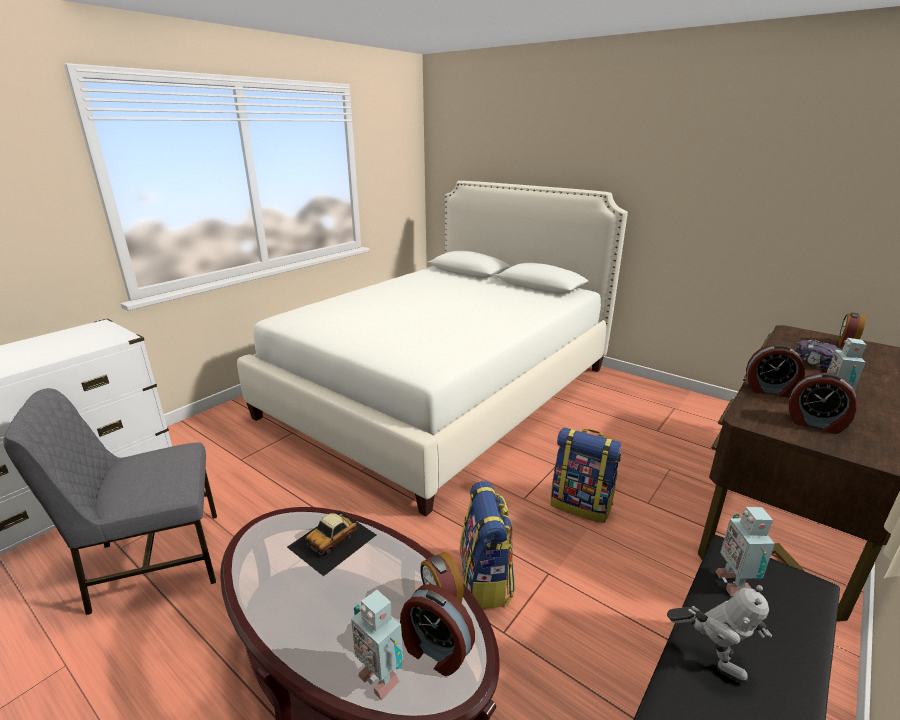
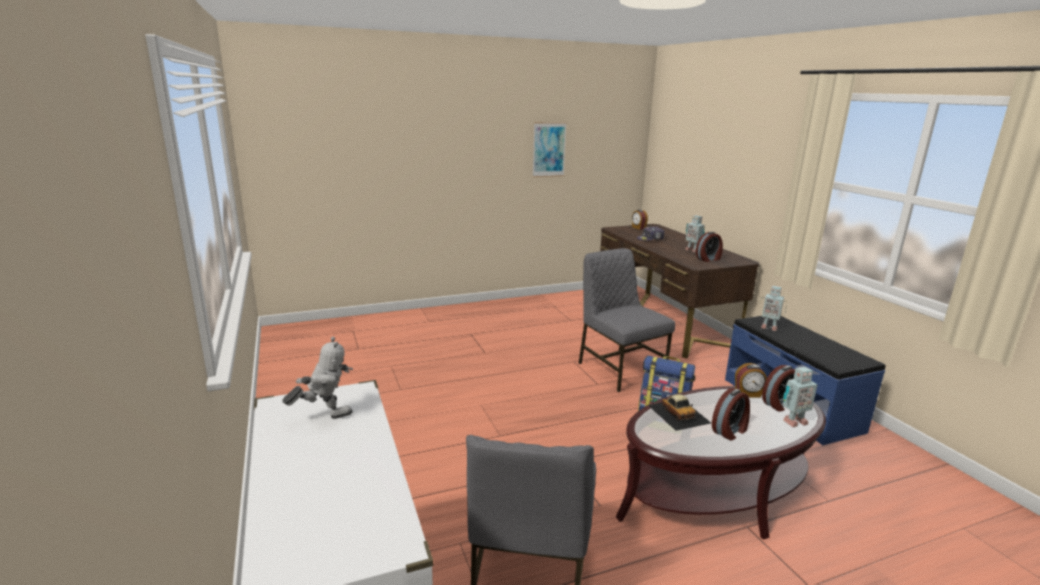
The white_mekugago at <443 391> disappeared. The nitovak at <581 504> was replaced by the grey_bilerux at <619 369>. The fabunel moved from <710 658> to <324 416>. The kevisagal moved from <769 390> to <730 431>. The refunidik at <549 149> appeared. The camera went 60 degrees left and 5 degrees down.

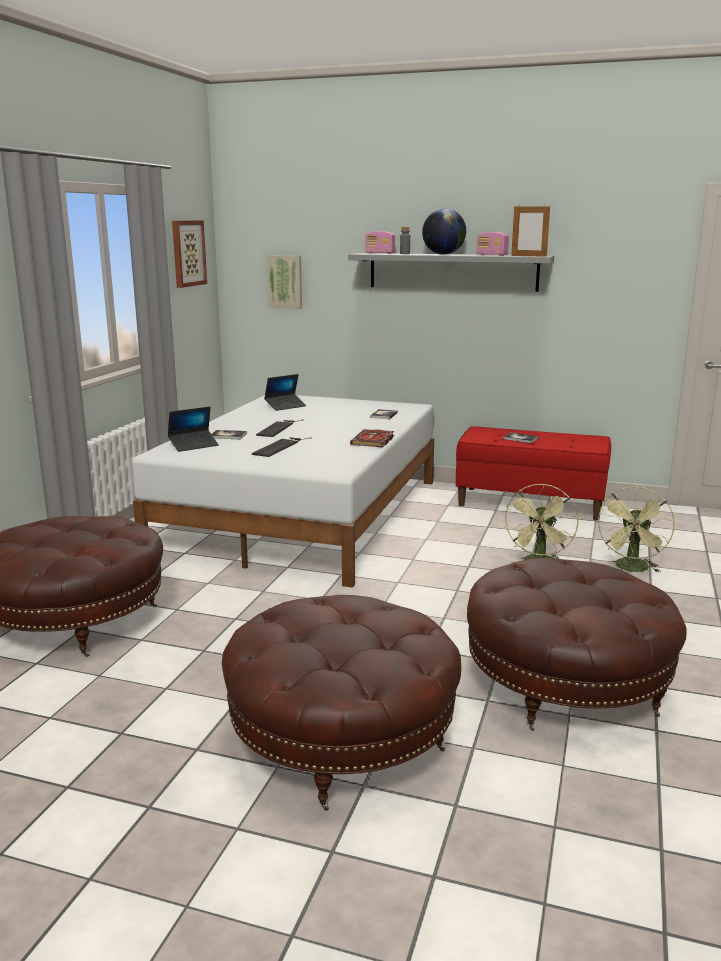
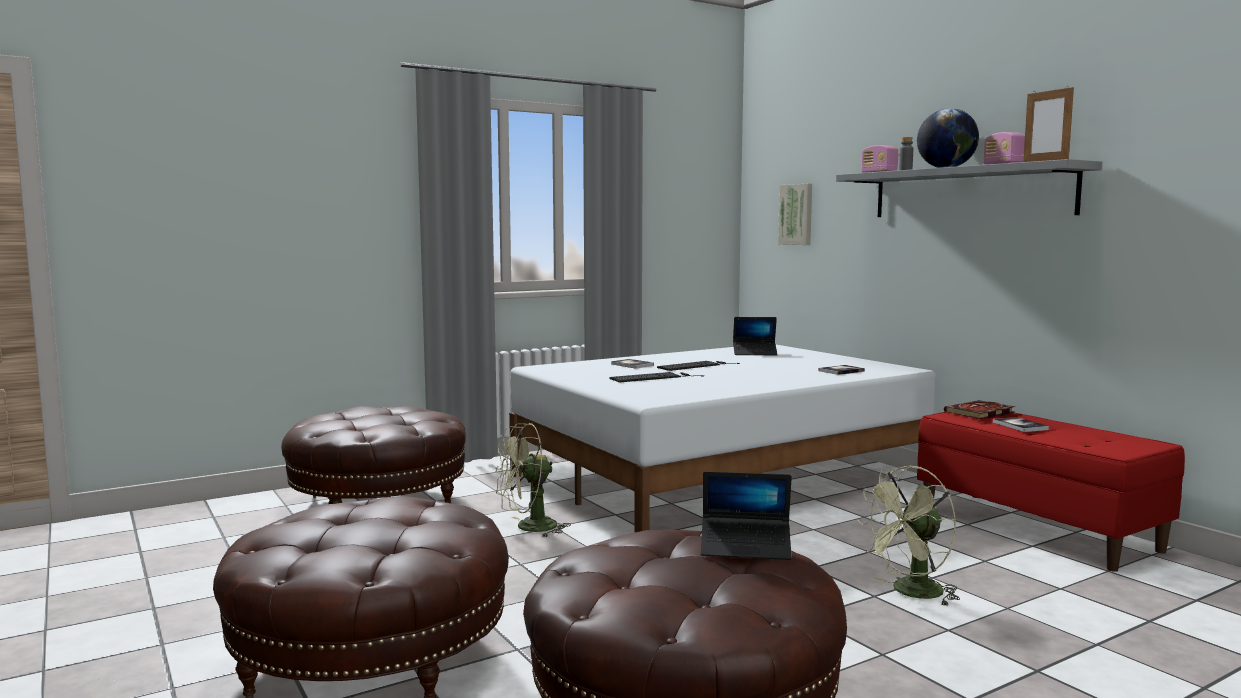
The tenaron moved from <193 445> to <745 547>. The refunidik at <188 253> disappeared. The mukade moved from <373 441> to <979 413>. The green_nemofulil moved from <632 569> to <528 528>. The camera went 40 degrees right and 10 degrees down.

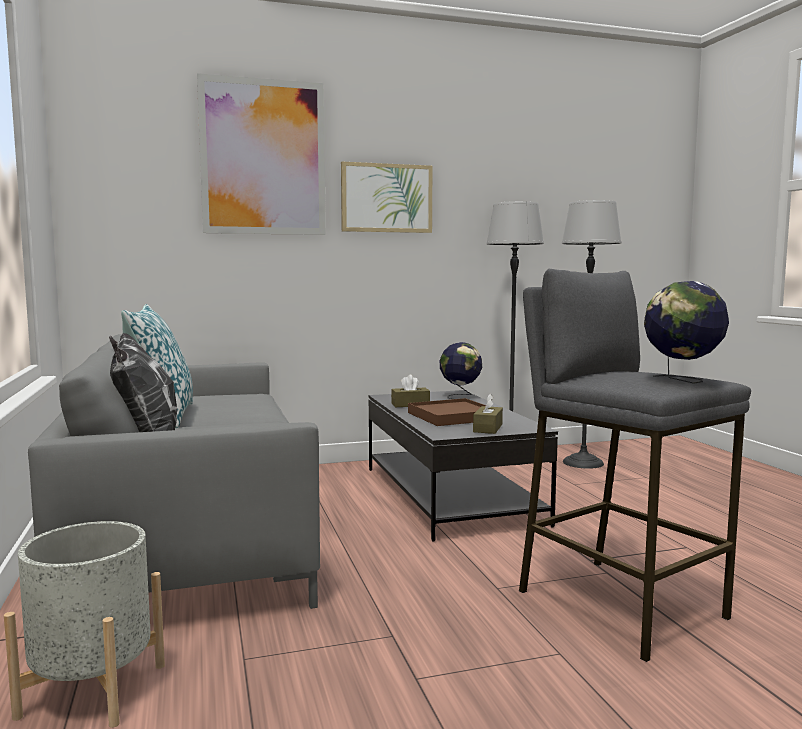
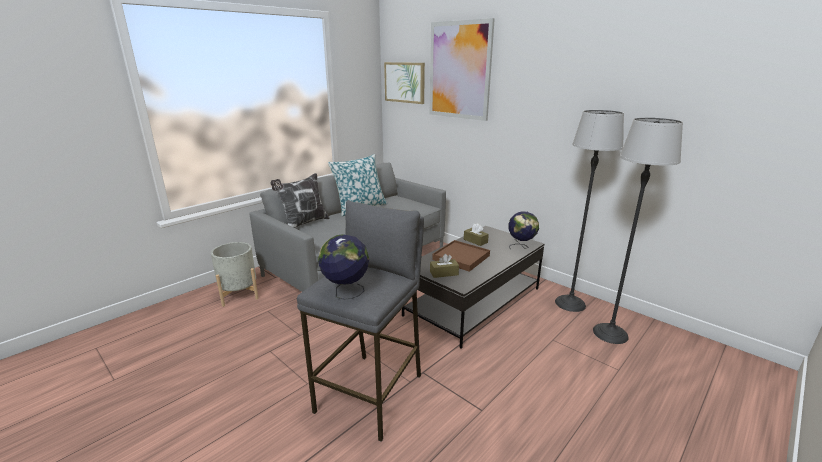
The refunidik moved from <386 198> to <404 82>. The camera went 60 degrees right and 15 degrees up.

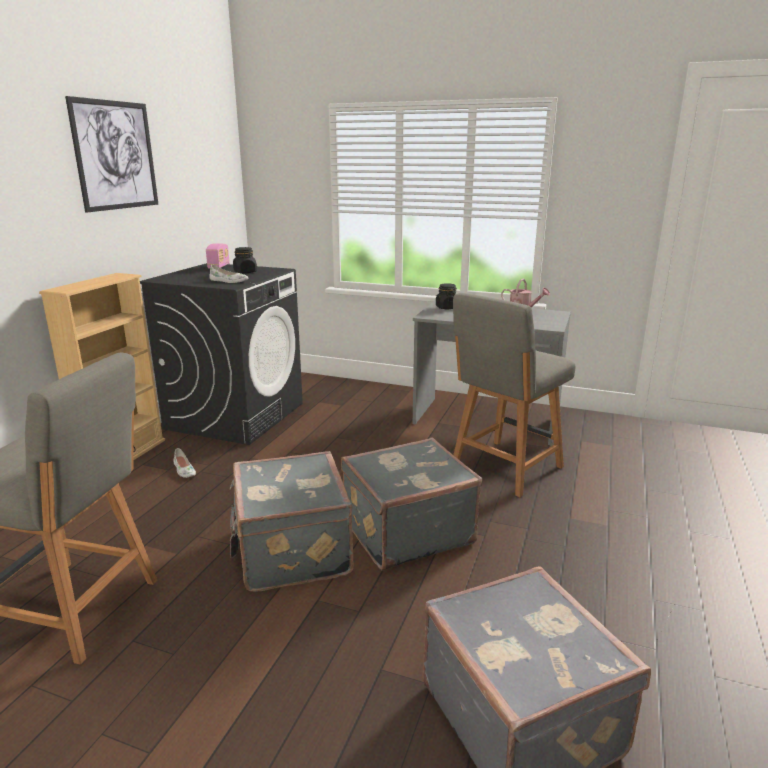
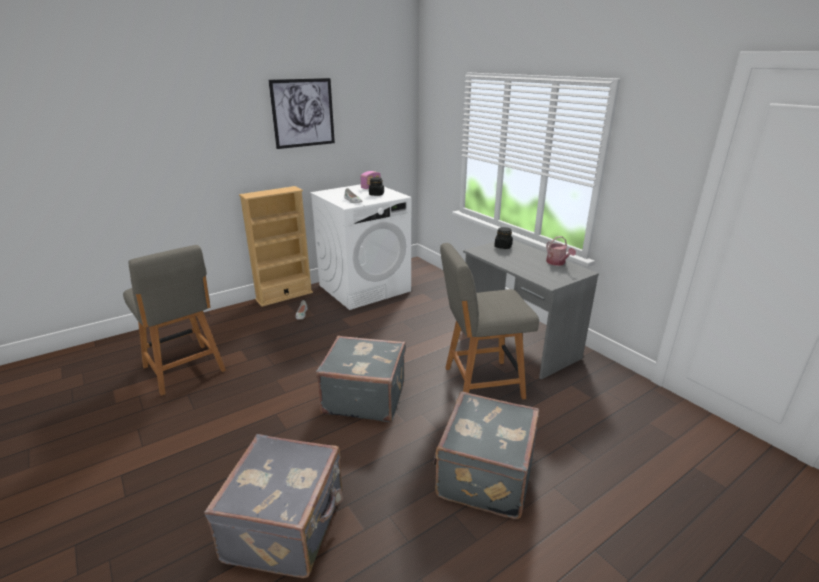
The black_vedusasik at <236 415> became the white_vedusasik at <365 288>. The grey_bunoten moved from <290 551> to <483 475>. The camera went 35 degrees right and 5 degrees up.

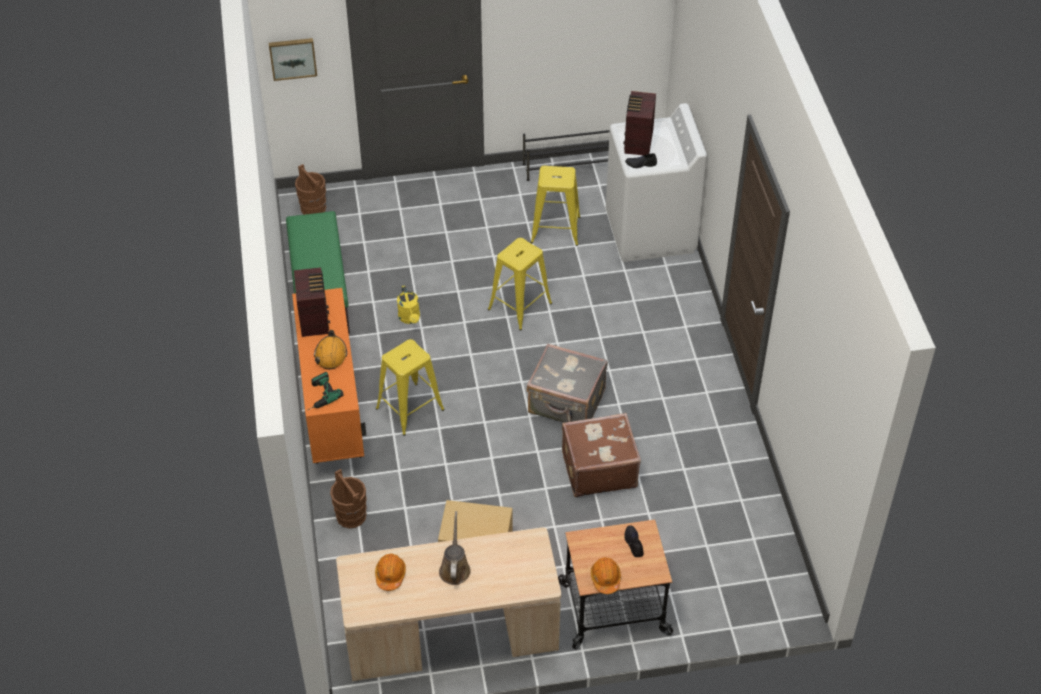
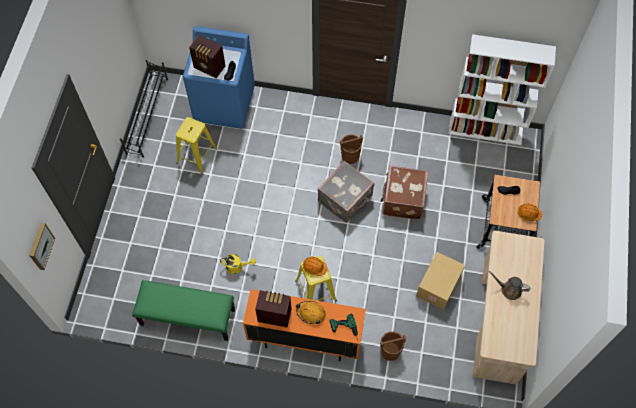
The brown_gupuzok moved from <313 208> to <350 156>. The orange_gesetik moved from <390 575> to <314 267>. The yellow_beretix at <520 306> disappeared. The white_vedusasik at <650 232> became the blue_vedusasik at <224 104>. The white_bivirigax at <486 130> appeared. The camera went 70 degrees left and 15 degrees up.

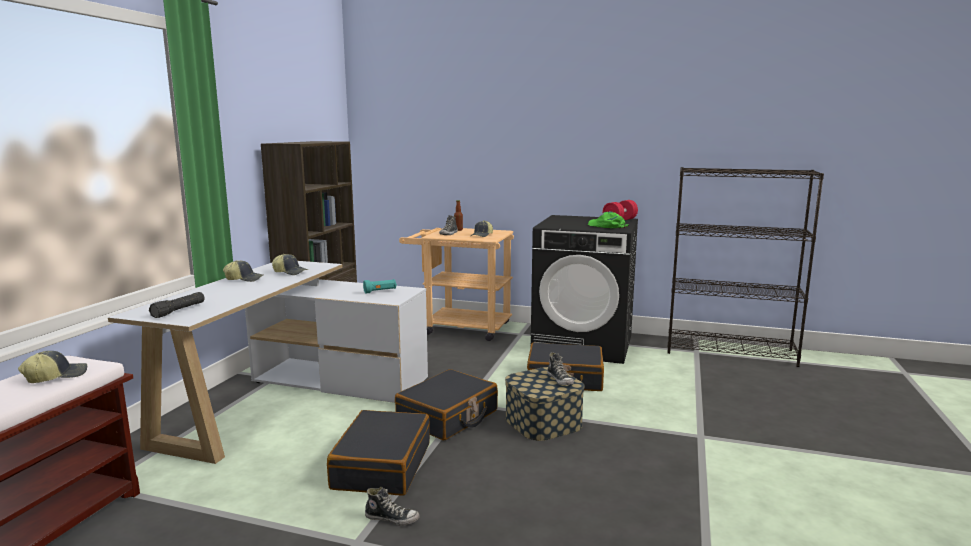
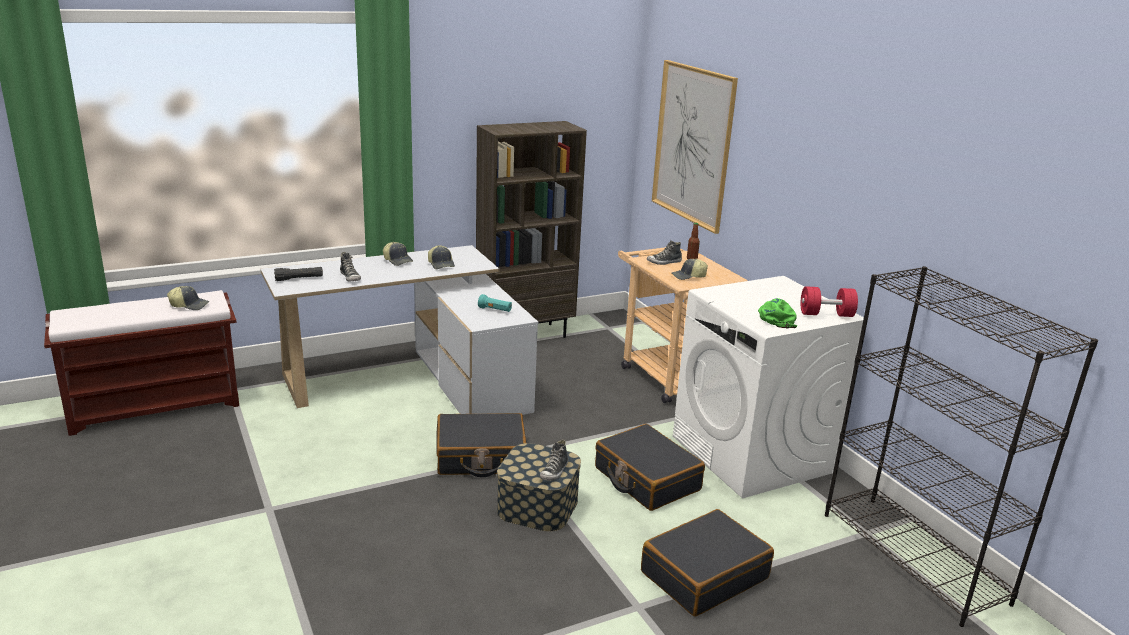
The black_bunoten moved from <381 465> to <704 575>. The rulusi moved from <392 518> to <350 277>. The black_vedusasik at <583 344> became the white_vedusasik at <751 454>. The refunidik at <692 144> appeared. The camera went 45 degrees right and 10 degrees up.

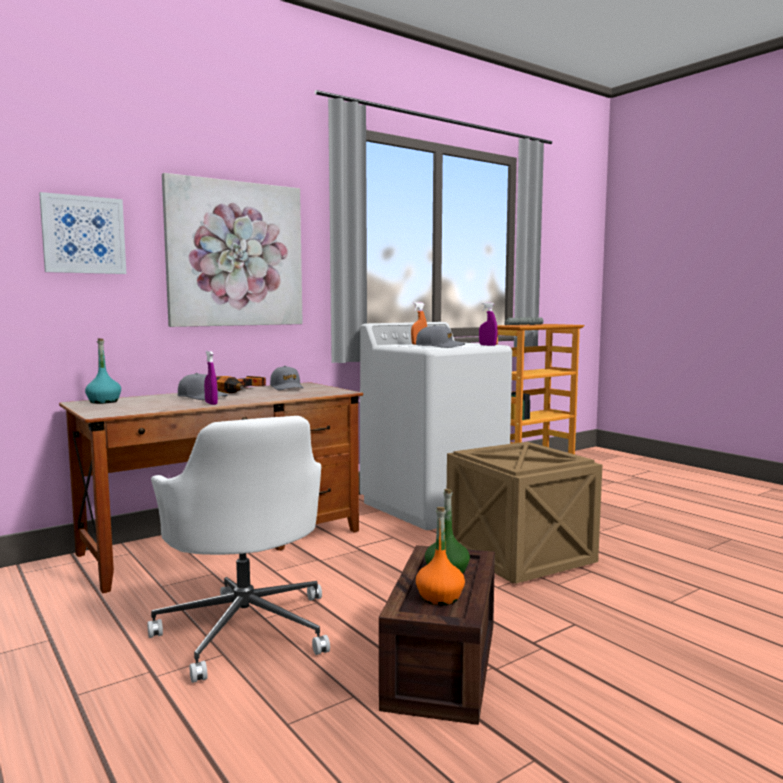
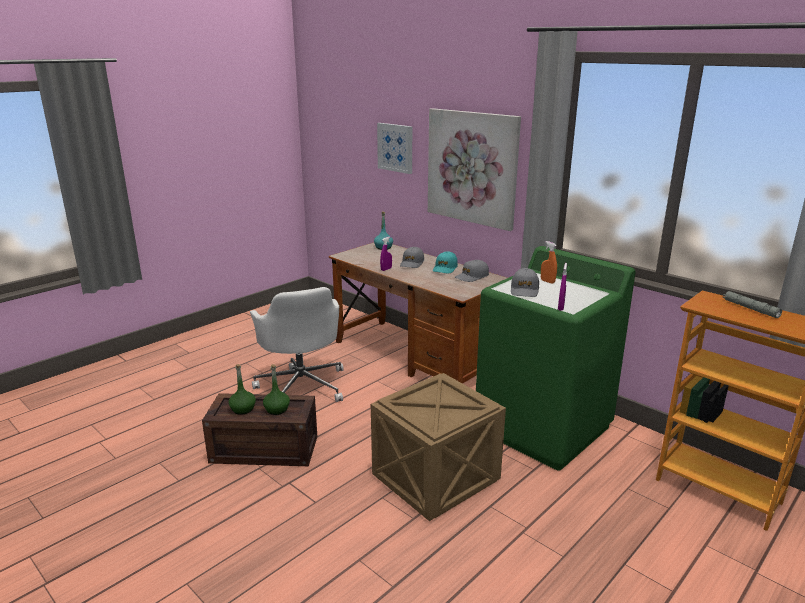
The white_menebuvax at <246 629> turned 75 degrees counterclockwise. The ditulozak at <244 391> was replaced by the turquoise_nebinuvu at <445 268>. The white_vedusasik at <434 506> became the green_vedusasik at <543 428>. The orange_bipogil at <439 597> became the green_bipogil at <243 409>. The camera went 80 degrees right and 15 degrees up.

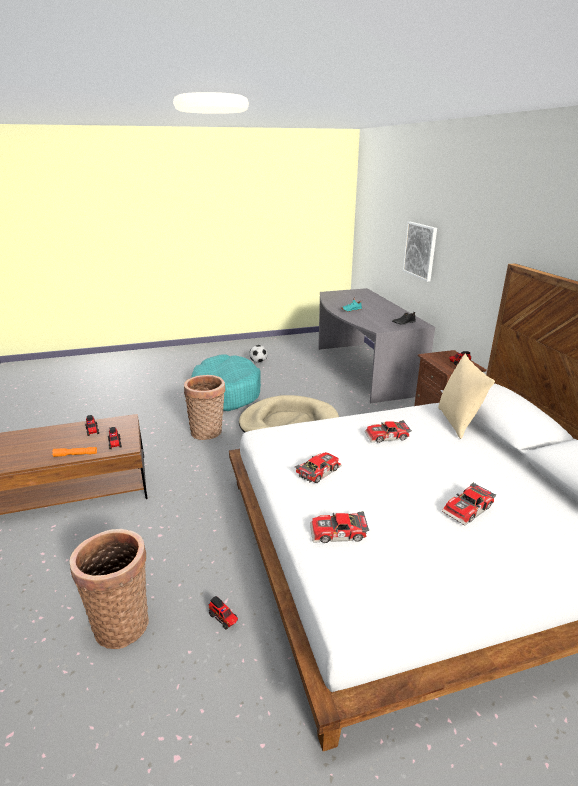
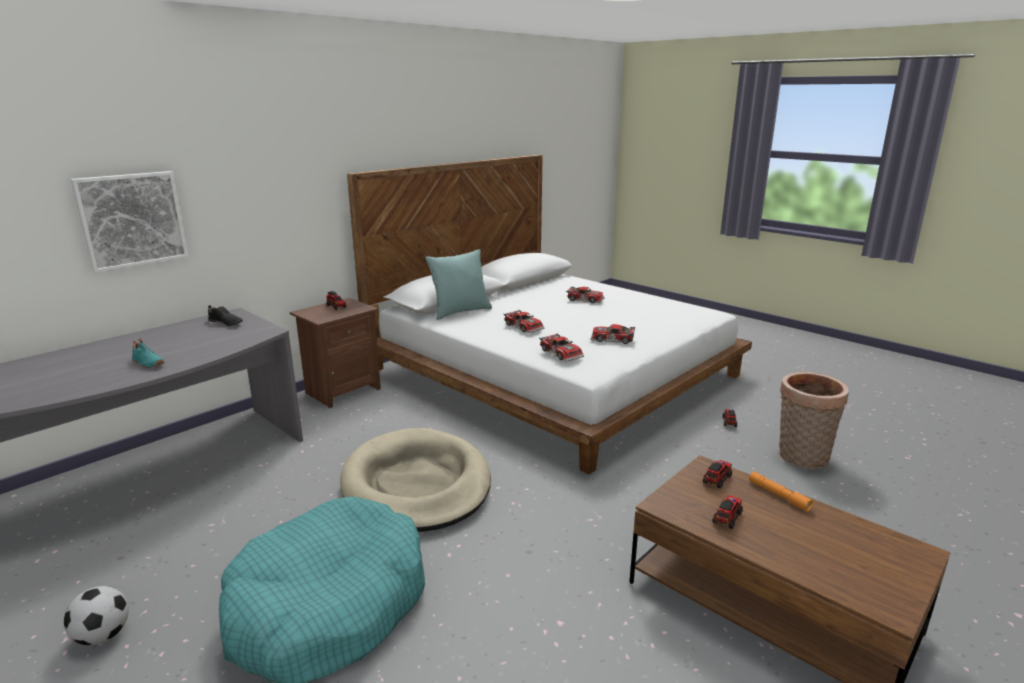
The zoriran at <208 432> disappeared. The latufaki moved from <338 534> to <562 353>. The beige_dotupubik at <458 422> became the turquoise_dotupubik at <460 312>. The camera went 120 degrees left and 5 degrees down.

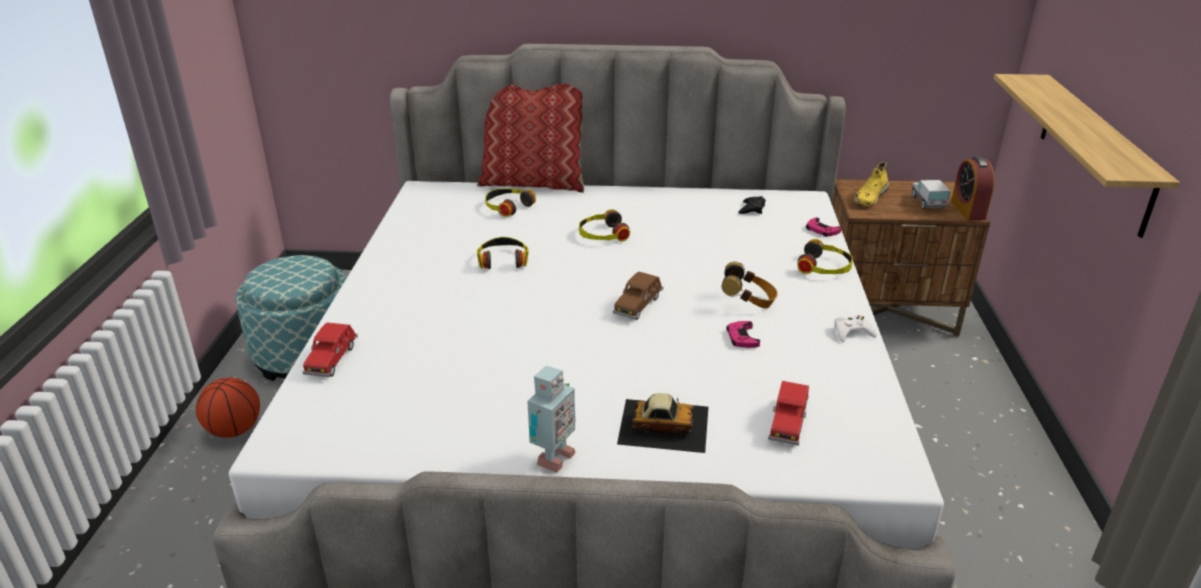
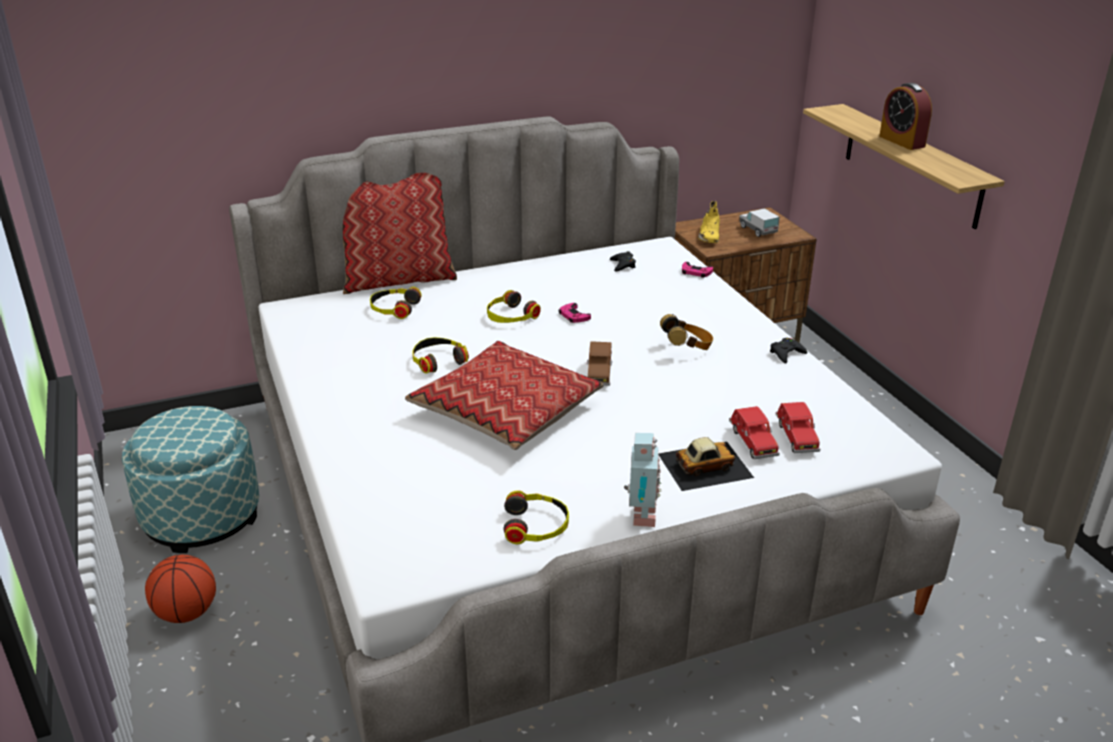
The red_latufaki moved from <332 359> to <752 442>. The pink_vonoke moved from <742 338> to <573 316>. The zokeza moved from <825 267> to <536 526>. The white_vonoke at <852 332> became the black_vonoke at <786 353>. The kevisagal moved from <968 210> to <902 141>. The dotupubik at <506 409> appeared. The camera went 25 degrees left and 0 degrees up.

